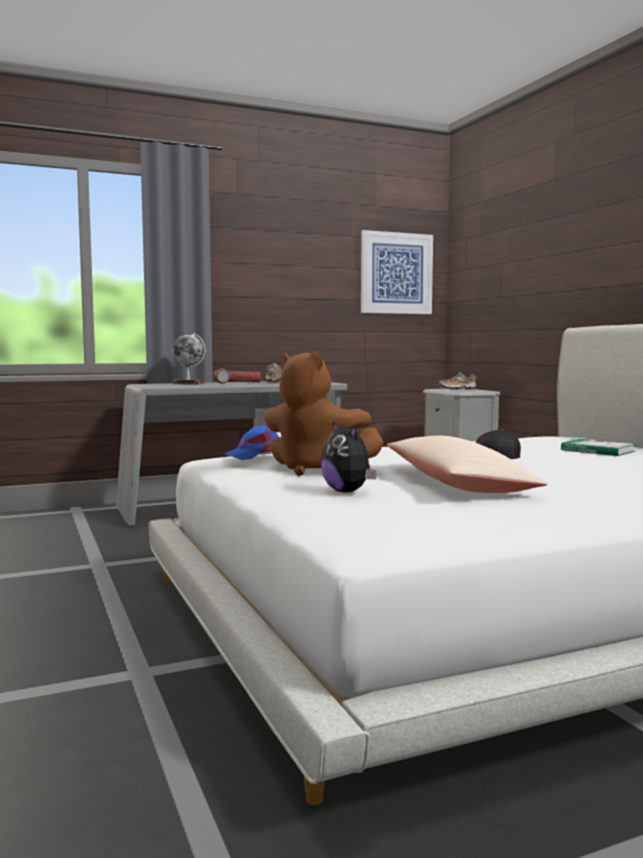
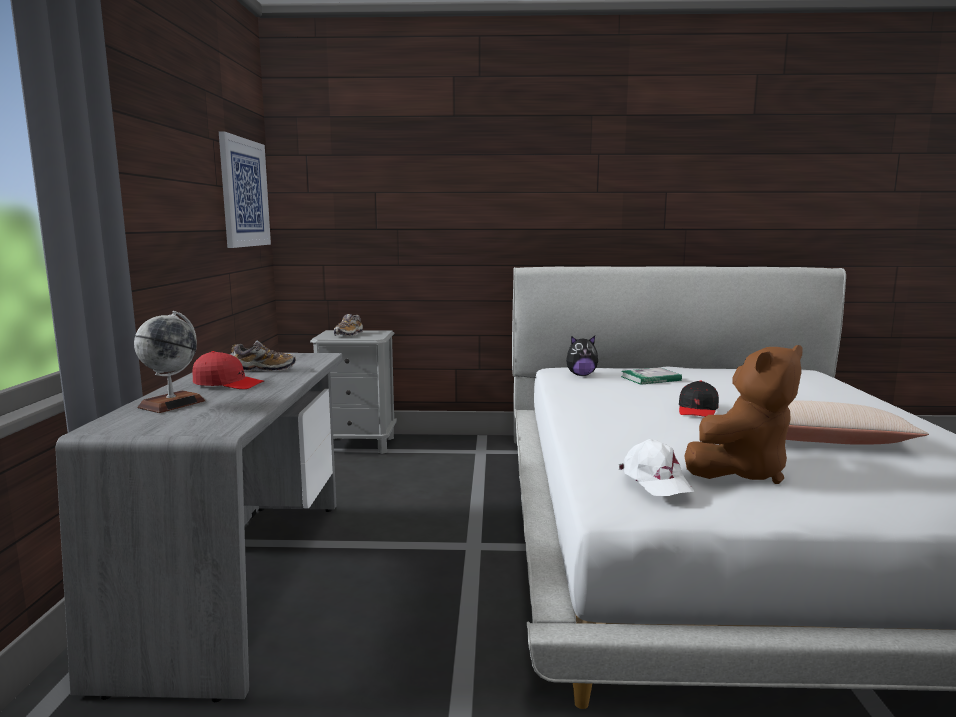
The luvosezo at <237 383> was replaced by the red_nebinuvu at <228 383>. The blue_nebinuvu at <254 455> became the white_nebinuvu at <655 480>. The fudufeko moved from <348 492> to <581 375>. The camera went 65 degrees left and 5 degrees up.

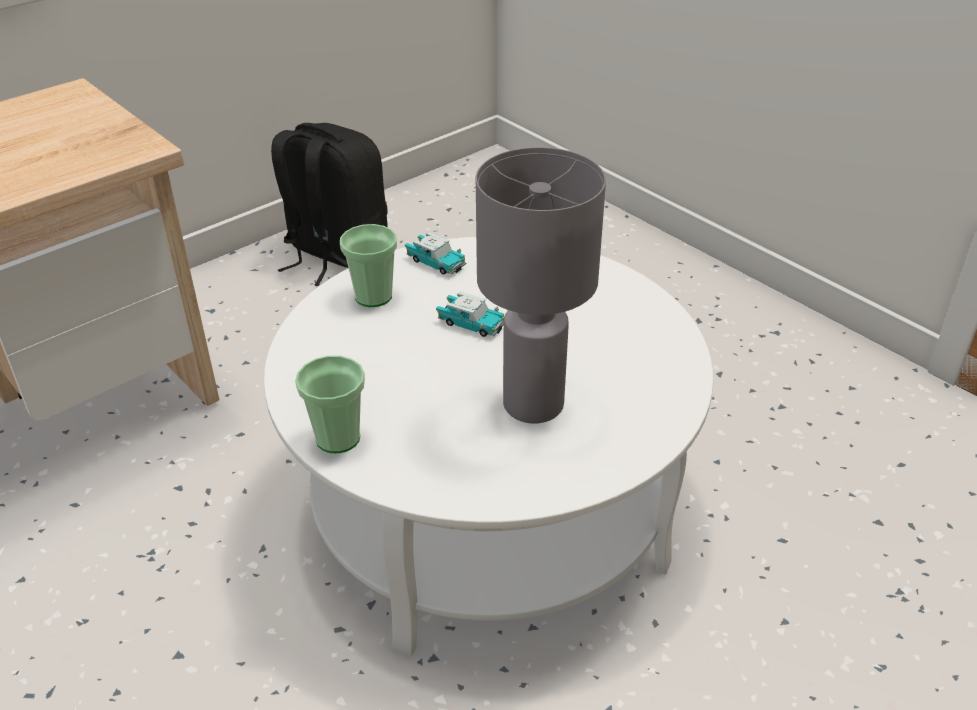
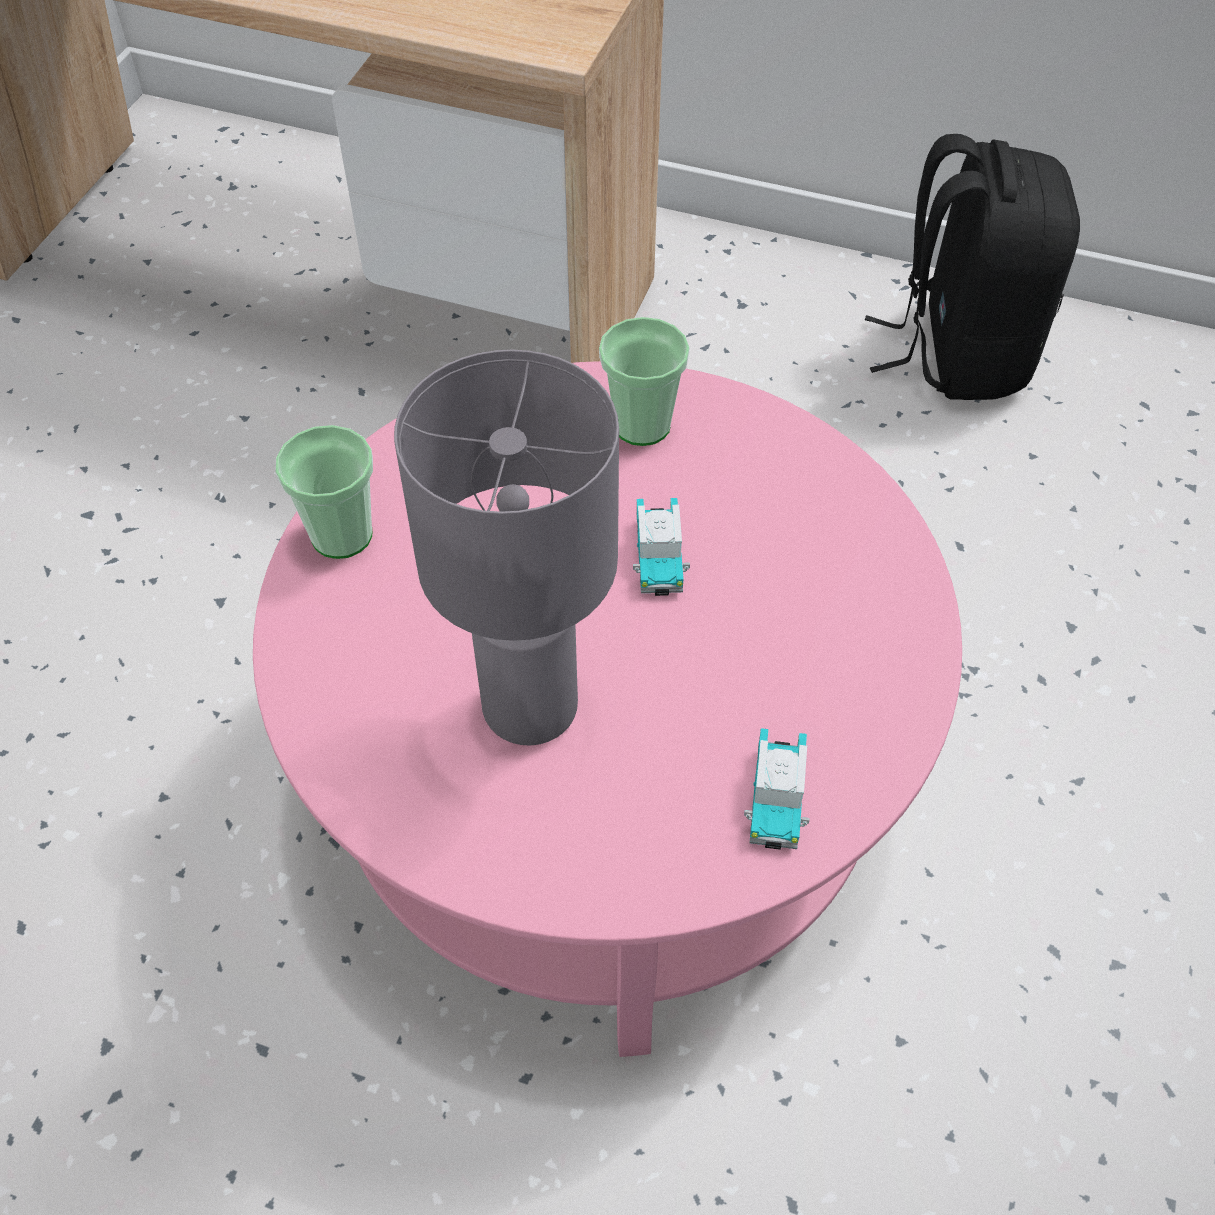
The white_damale at <489 506> became the pink_damale at <607 779>. The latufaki moved from <435 262> to <776 797>. The camera went 60 degrees right and 15 degrees up.

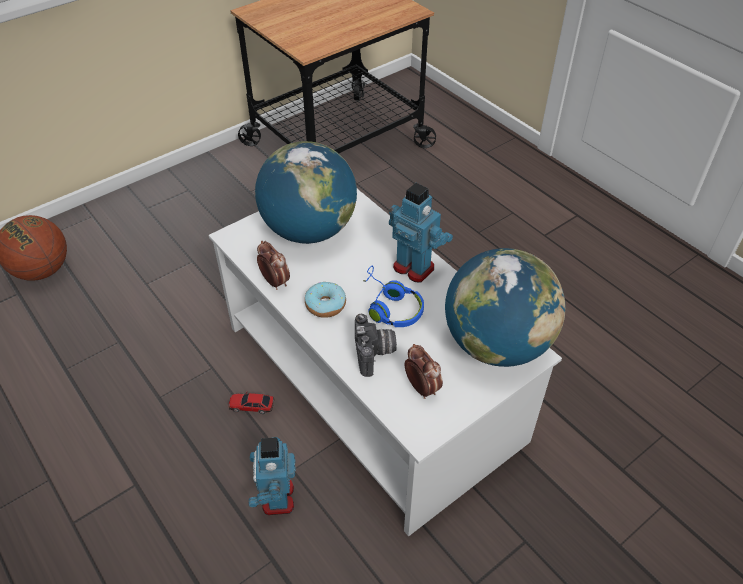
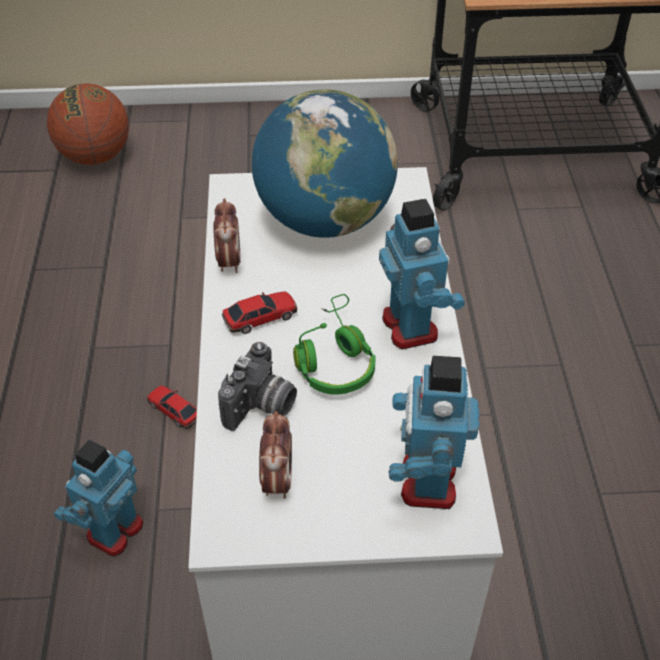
The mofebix at <325 305> was replaced by the latufaki at <260 317>. The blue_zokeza at <389 306> became the green_zokeza at <334 359>. The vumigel at <496 344> was replaced by the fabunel at <426 481>. The camera went 35 degrees right and 0 degrees up.

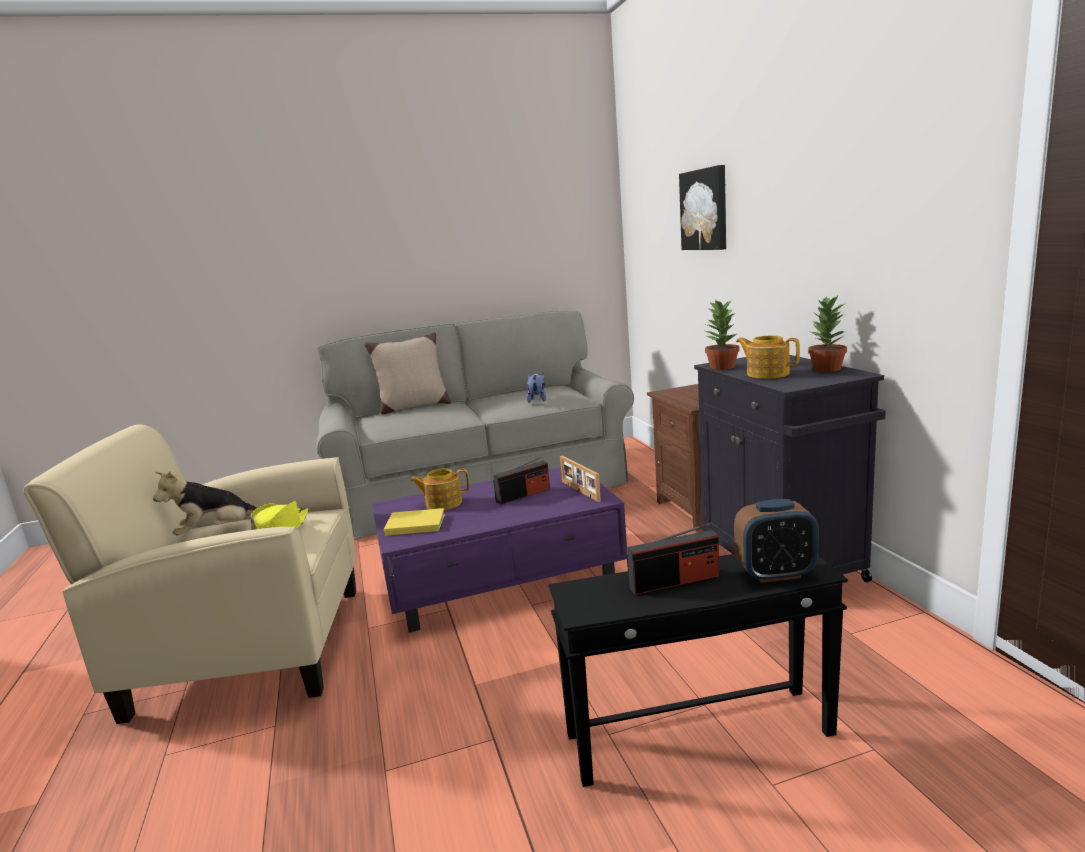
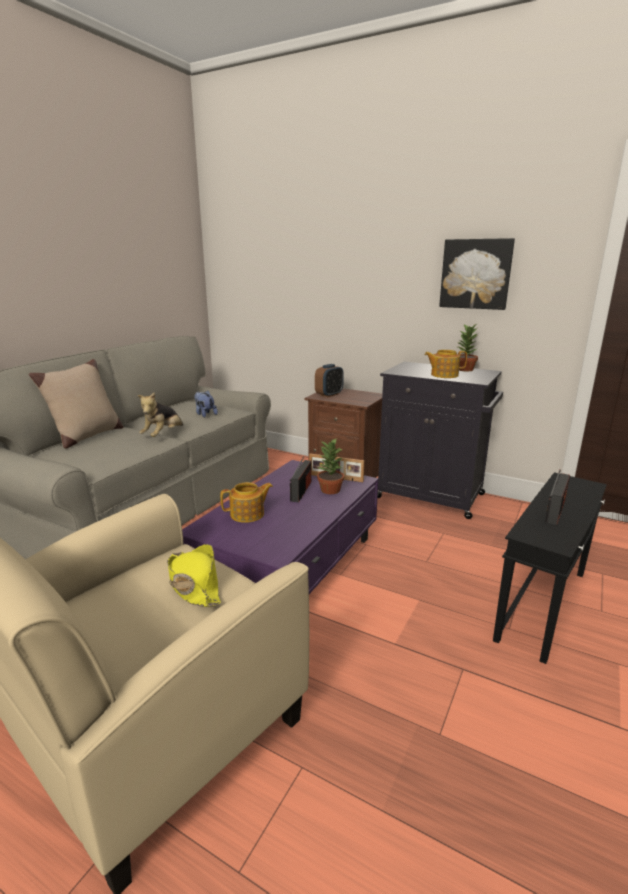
The fudufeko moved from <217 532> to <163 435>. The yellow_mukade at <414 524> disappeared. The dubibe at <443 503> turned 150 degrees counterclockwise. The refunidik moved from <705 209> to <476 274>. The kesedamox moved from <721 367> to <330 490>. The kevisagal moved from <775 574> to <329 395>. The camera went 45 degrees left and 5 degrees up.

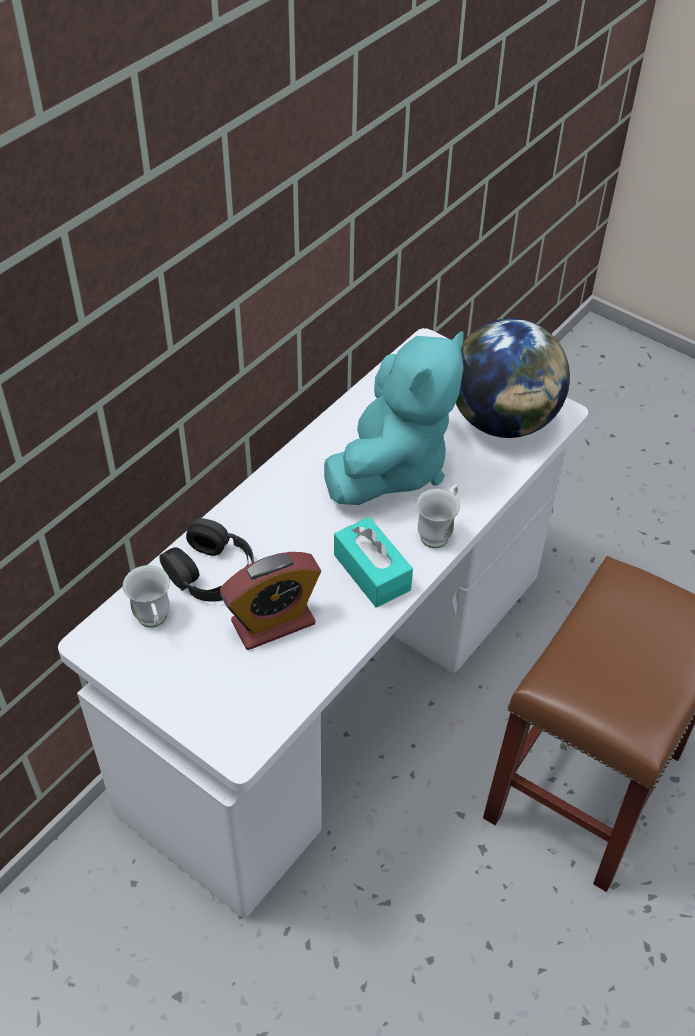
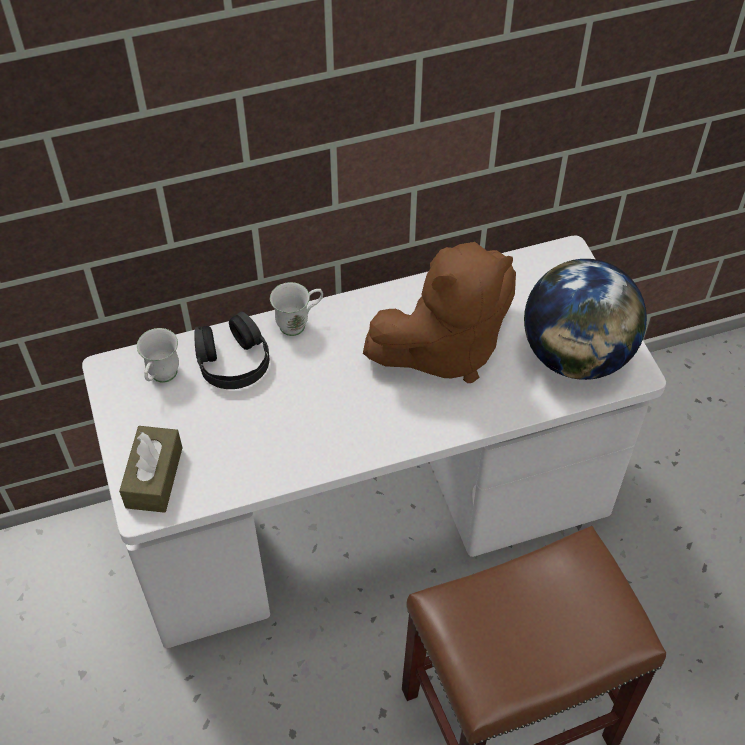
The kevisagal at <273 623> disappeared. The turquoise_fudufeko at <391 466> became the brown_fudufeko at <444 347>. The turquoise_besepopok at <372 572> disappeared. The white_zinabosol moved from <438 532> to <299 324>. The brown_besepopok at <154 477> appeared. The camera went 35 degrees right and 5 degrees up.

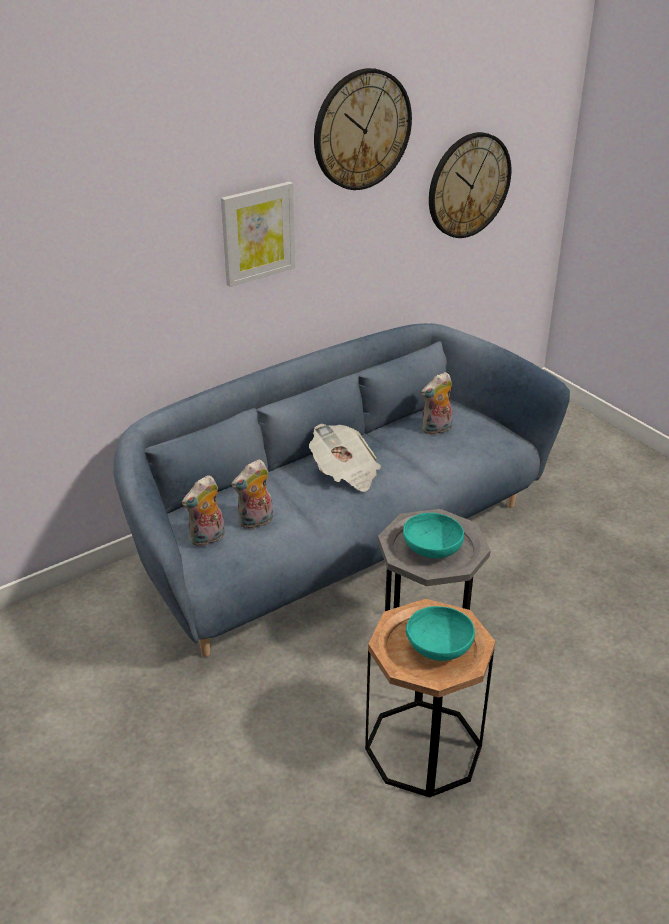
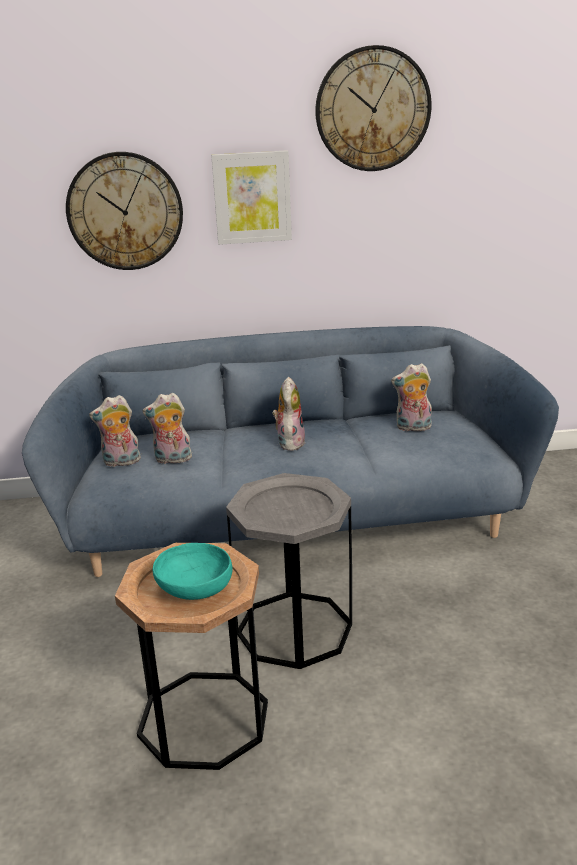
The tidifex at <345 473> was replaced by the fudufeko at <289 442>. The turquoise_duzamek at <431 550> disappeared. The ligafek moved from <468 185> to <125 211>. The camera went 30 degrees right and 10 degrees down.

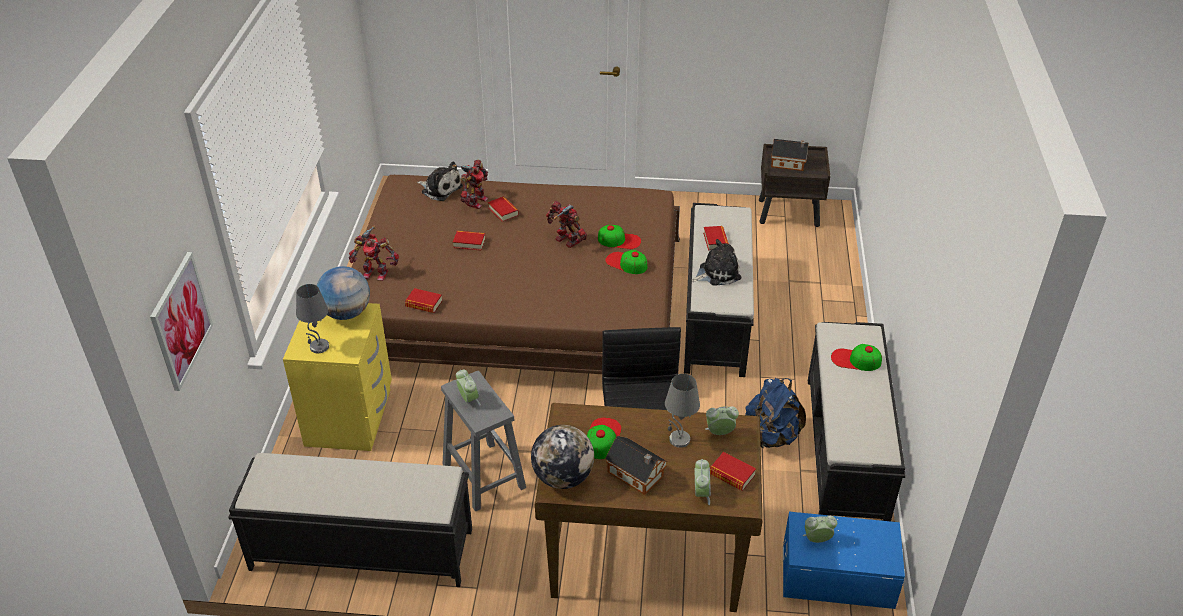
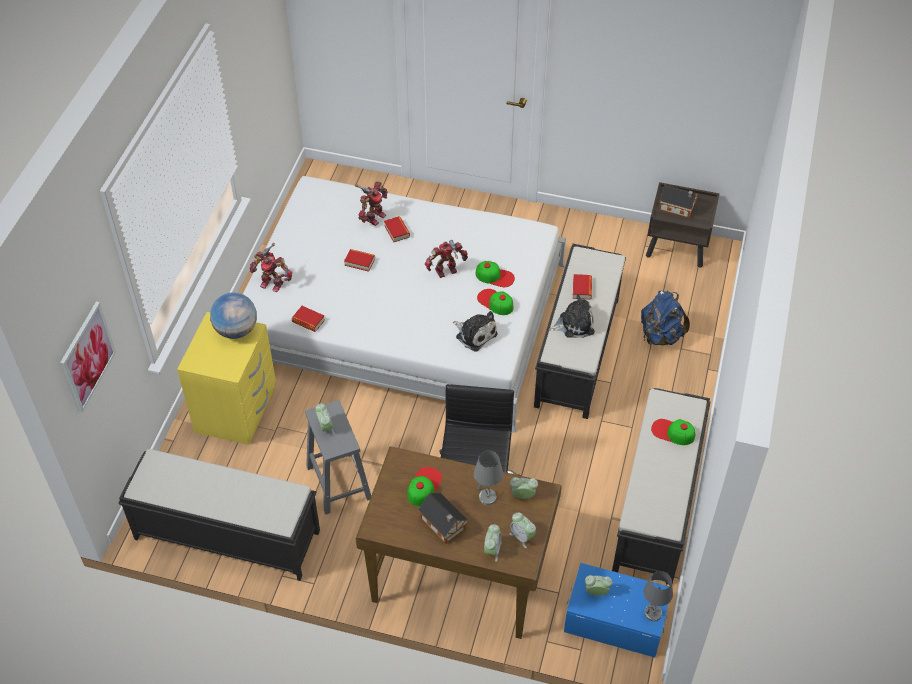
The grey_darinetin moved from <319 347> to <652 613>. The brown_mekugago at <517 304> became the white_mekugago at <401 315>. The fudufeko moved from <440 189> to <475 334>. The vumigel at <563 477> disappeared. The fabunel at <566 241> turned 75 degrees counterclockwise. The mukade at <732 475> was replaced by the kevisagal at <522 537>. The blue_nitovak moved from <771 436> to <660 335>. The camera went 10 degrees right and 10 degrees up.

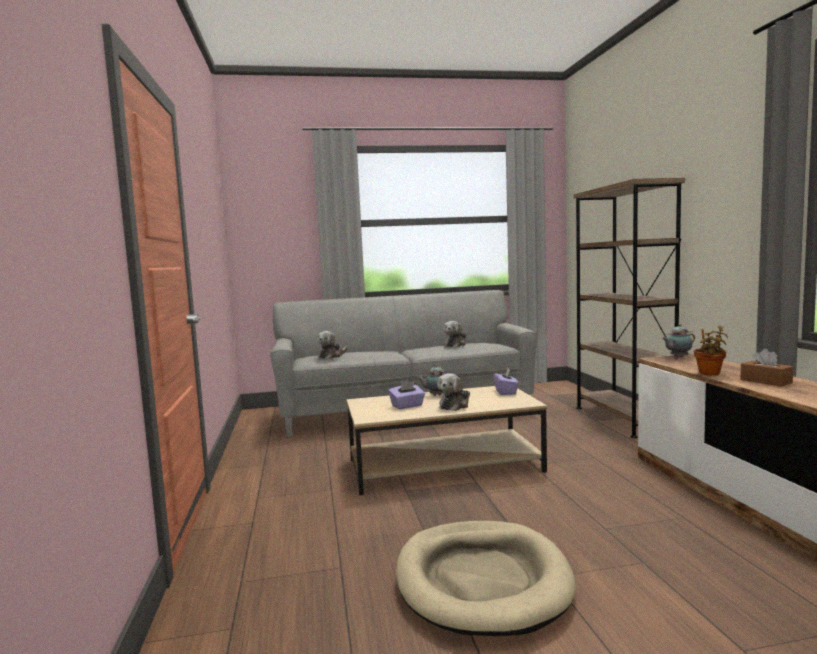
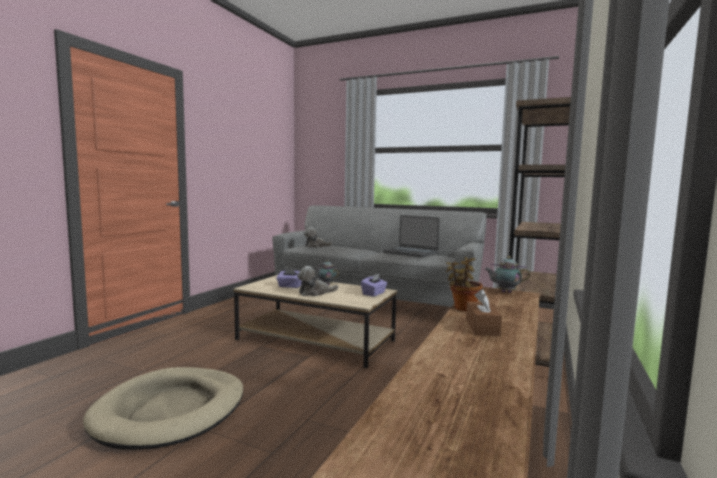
The fudufeko at <455 344> was replaced by the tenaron at <411 253>. The camera went 35 degrees right and 0 degrees up.

